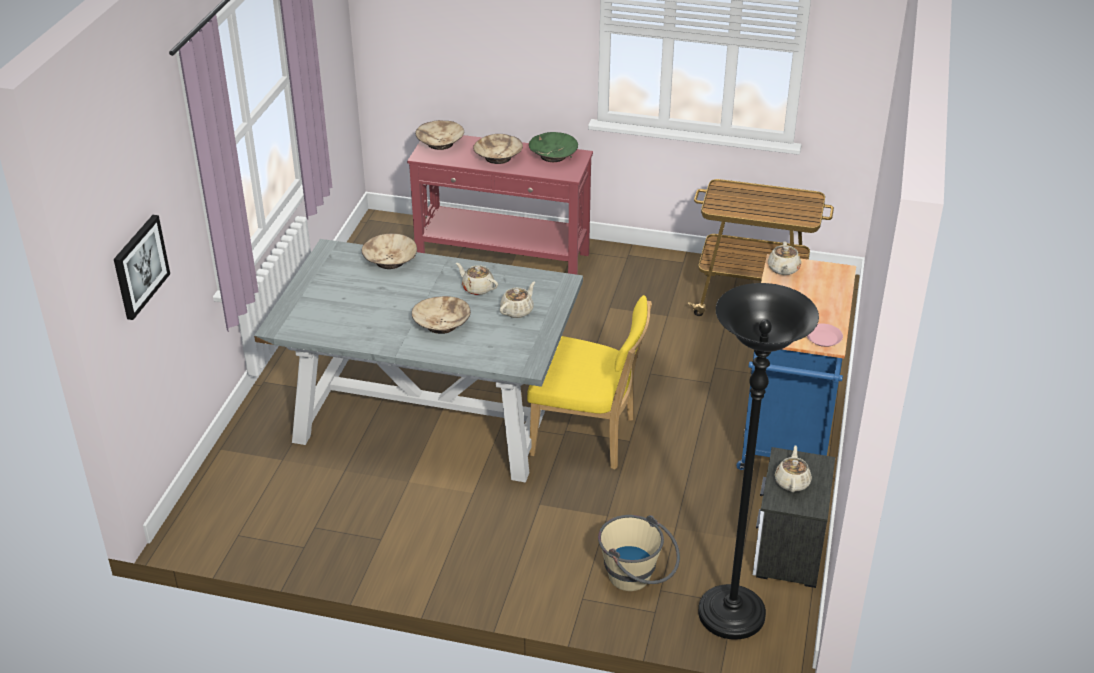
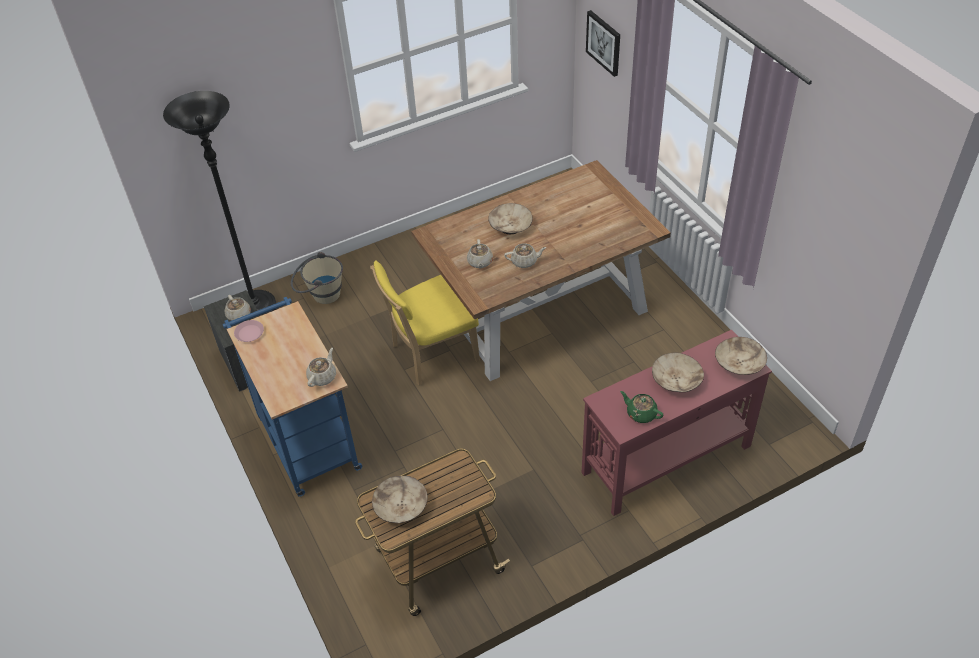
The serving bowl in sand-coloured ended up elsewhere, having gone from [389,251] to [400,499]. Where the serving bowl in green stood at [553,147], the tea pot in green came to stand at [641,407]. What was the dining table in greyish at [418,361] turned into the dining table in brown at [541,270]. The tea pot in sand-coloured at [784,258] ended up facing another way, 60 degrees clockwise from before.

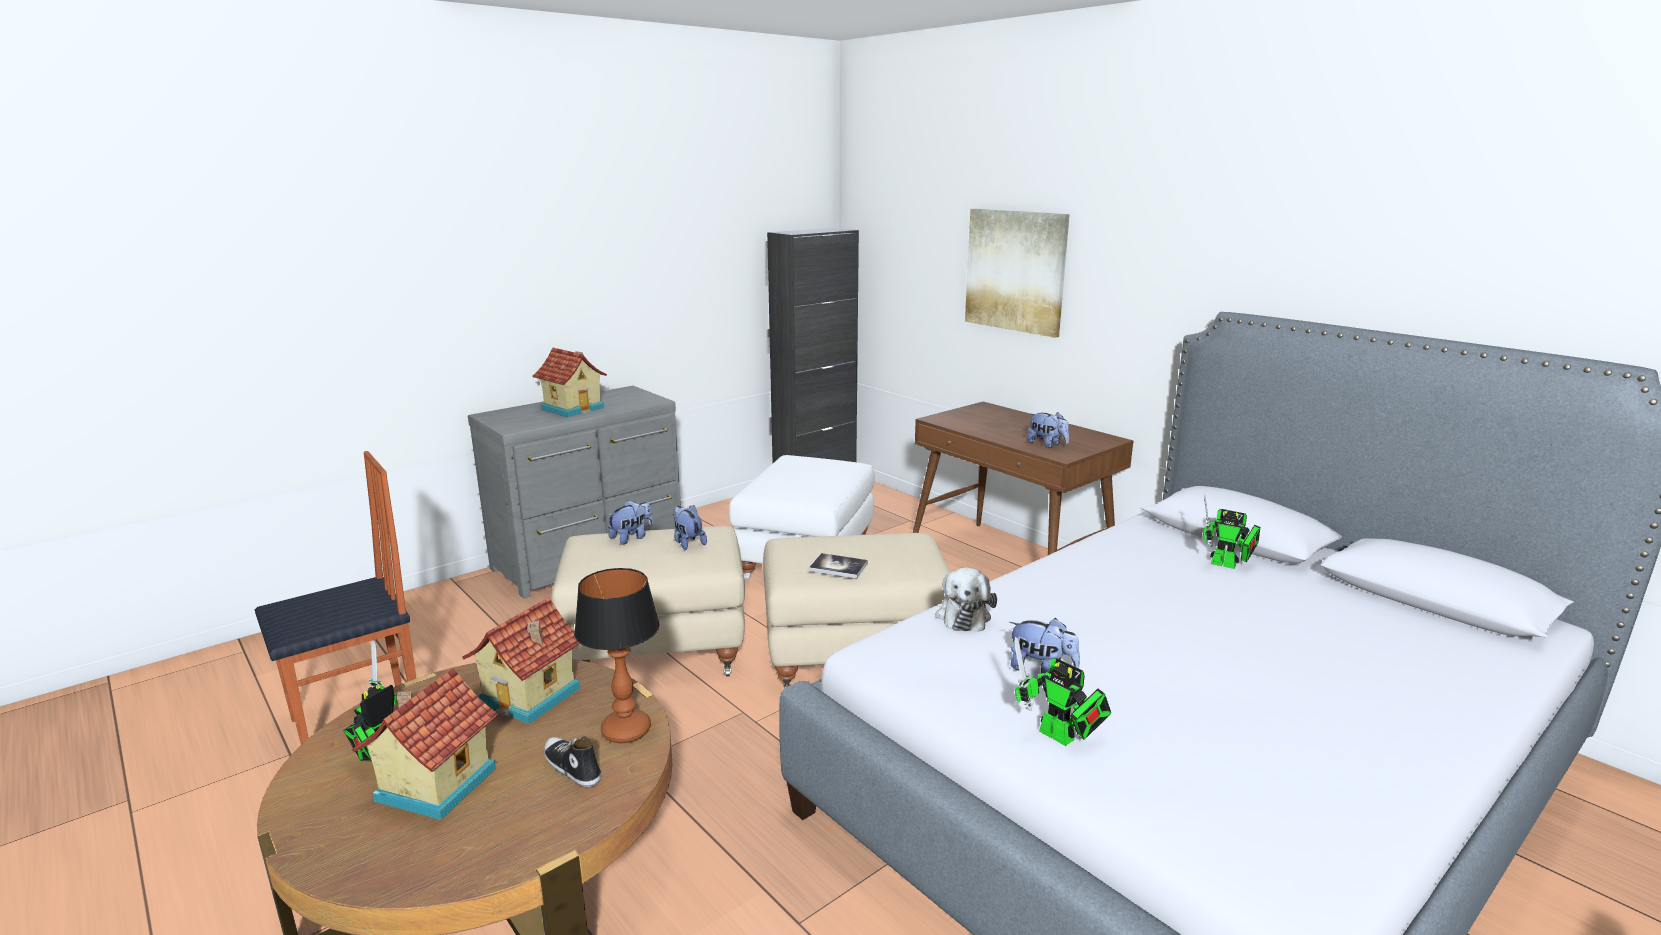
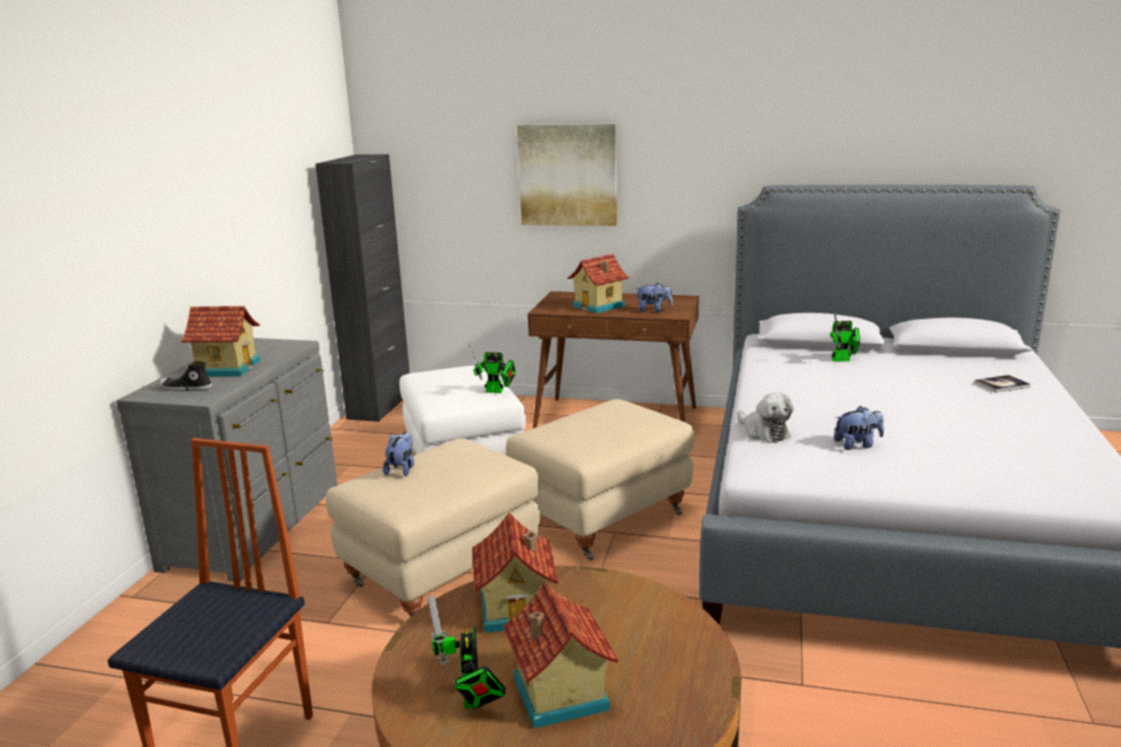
The second view lost the table lamp at [616,655]. The second view lost the plush toy at [690,527]. The second view gained the toy house at [598,283]. The low shoe ended up elsewhere, having gone from [572,761] to [185,376]. The book ended up elsewhere, having gone from [838,566] to [1003,384]. The toy robot ended up elsewhere, having gone from [1062,691] to [492,368].

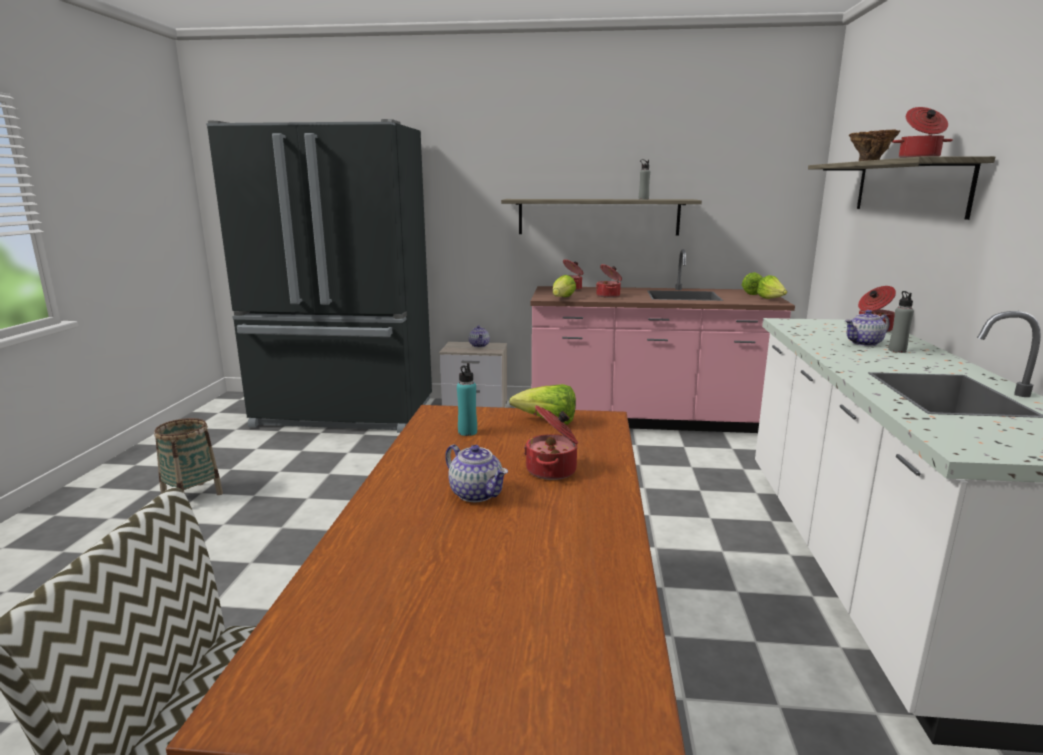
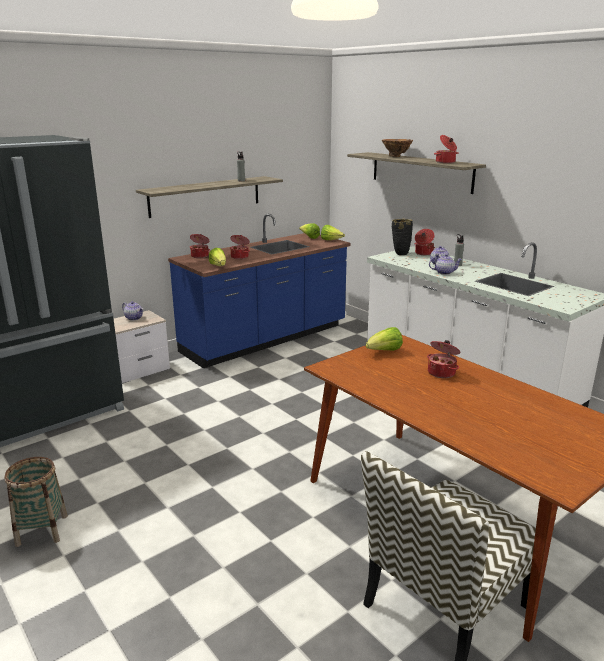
The second view lost the beverage bottle in blue-green at [467,399]. The second view gained the decorative vase in black at [402,237]. The tea pot ended up elsewhere, having gone from [476,473] to [445,264]. What was the kitchen base unit in pinkish at [662,341] turned into the kitchen base unit in blue-coloured at [259,291].

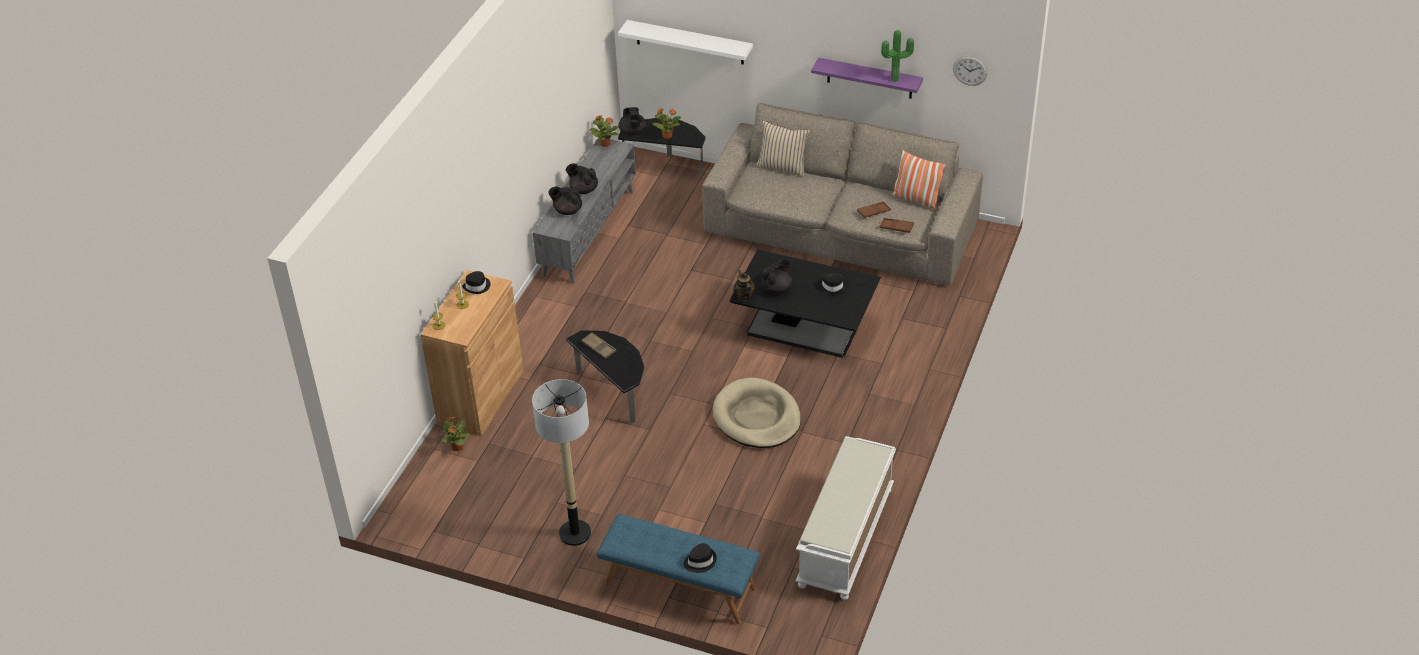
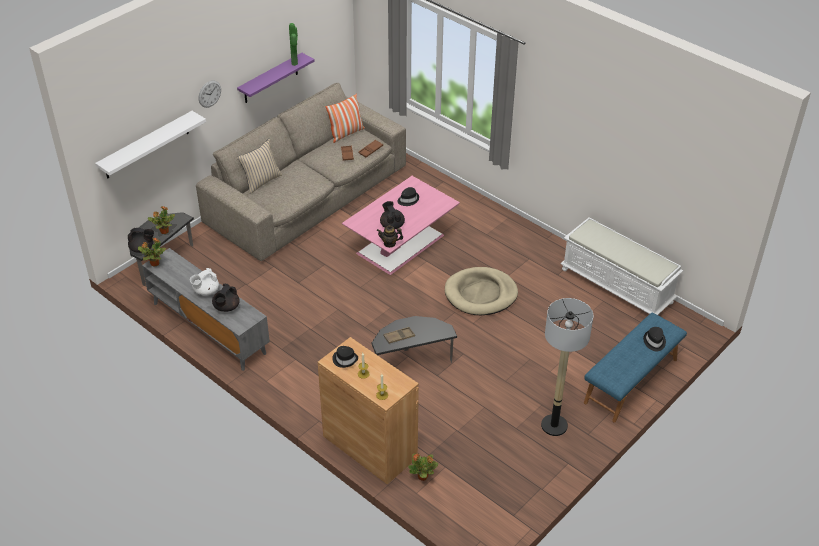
The wall clock ended up elsewhere, having gone from [970,71] to [210,94]. What was the tea pot in black at [582,178] turned into the tea pot in white at [204,282]. What was the lounge table in black at [805,304] turned into the lounge table in pinkish at [401,225].

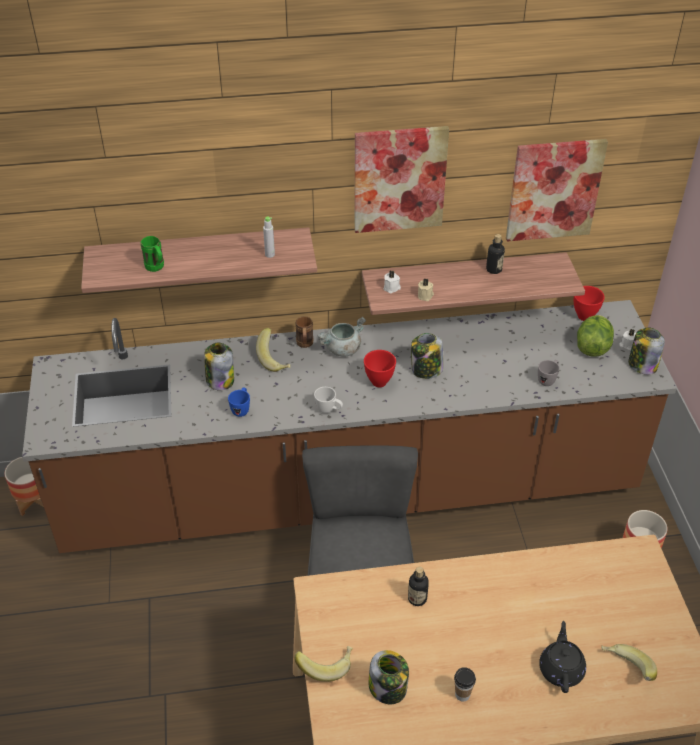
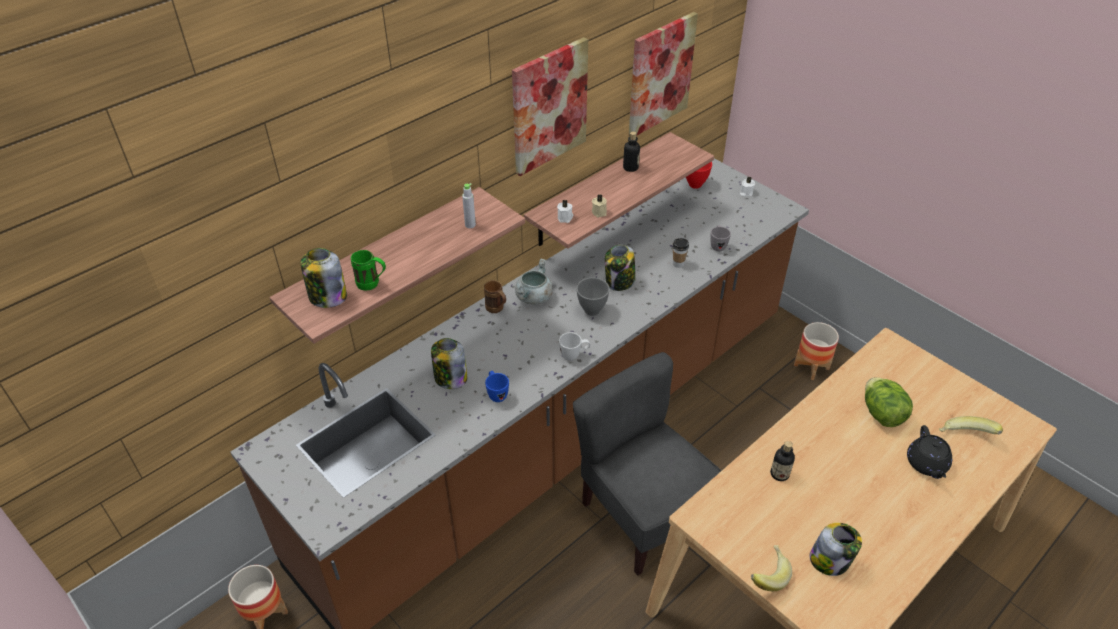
The second view lost the banana fruit at [273,350]. The drinking cup ended up elsewhere, having gone from [465,684] to [681,253]. The lettuce head ended up elsewhere, having gone from [595,336] to [889,402]. The jar ended up elsewhere, having gone from [646,351] to [323,278]. What was the serving bowl in red-coloured at [380,368] turned into the serving bowl in greyish at [593,296]. The tea pot in black at [562,657] ended up facing another way, 150 degrees counterclockwise from before.

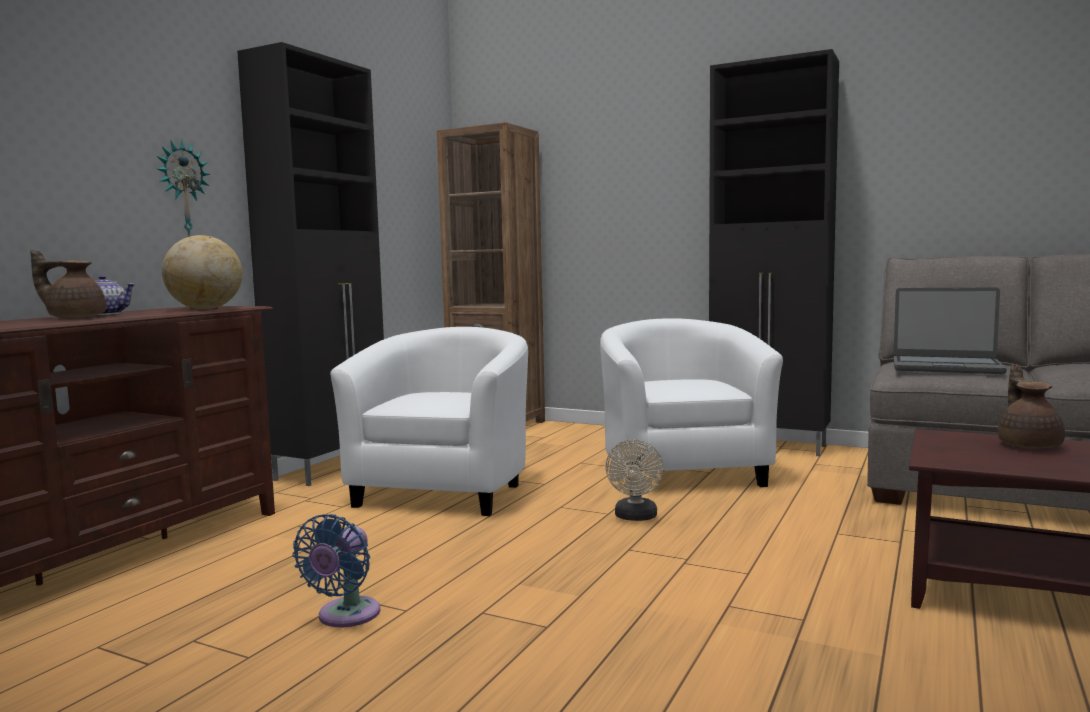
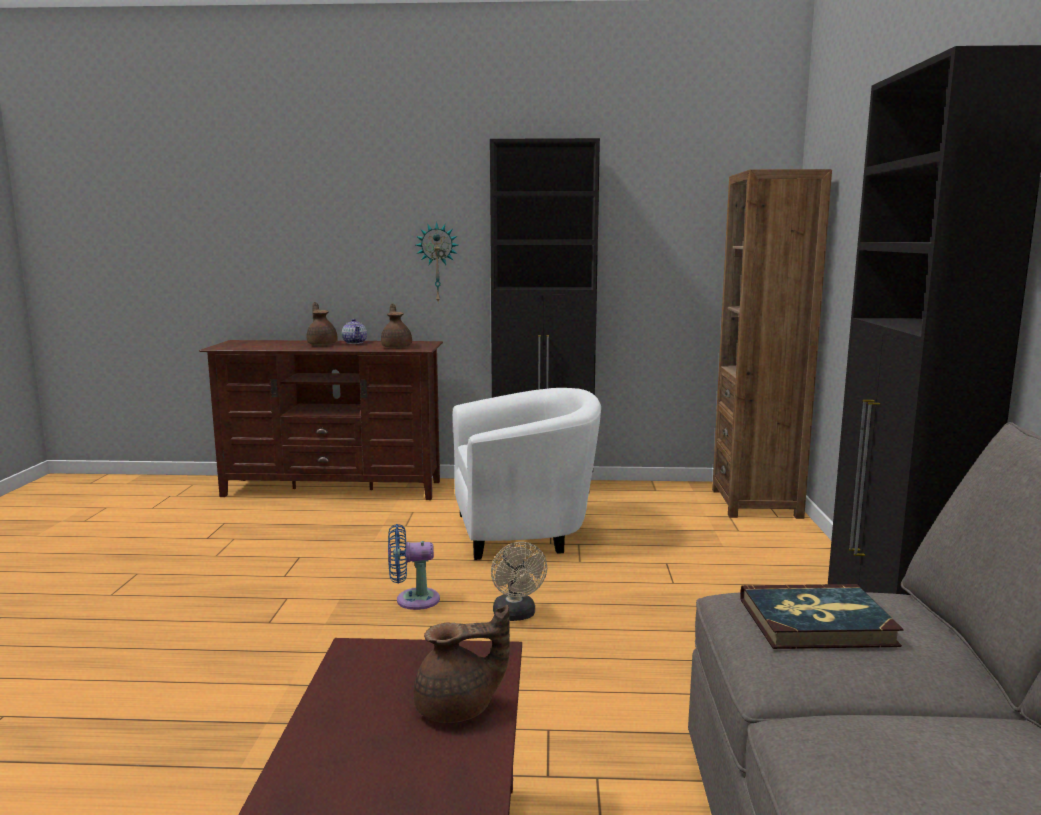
The second view lost the lounge chair in white at [691,402]. The electric fan in blue-coloured ended up elsewhere, having gone from [336,570] to [414,567]. Where the desk globe stood at [202,272], the tea pot in brown came to stand at [396,325]. Where the portable computer stood at [950,330], the book came to stand at [822,616]. The electric fan in sand-coloured at [634,480] ended up facing another way, 90 degrees counterclockwise from before.

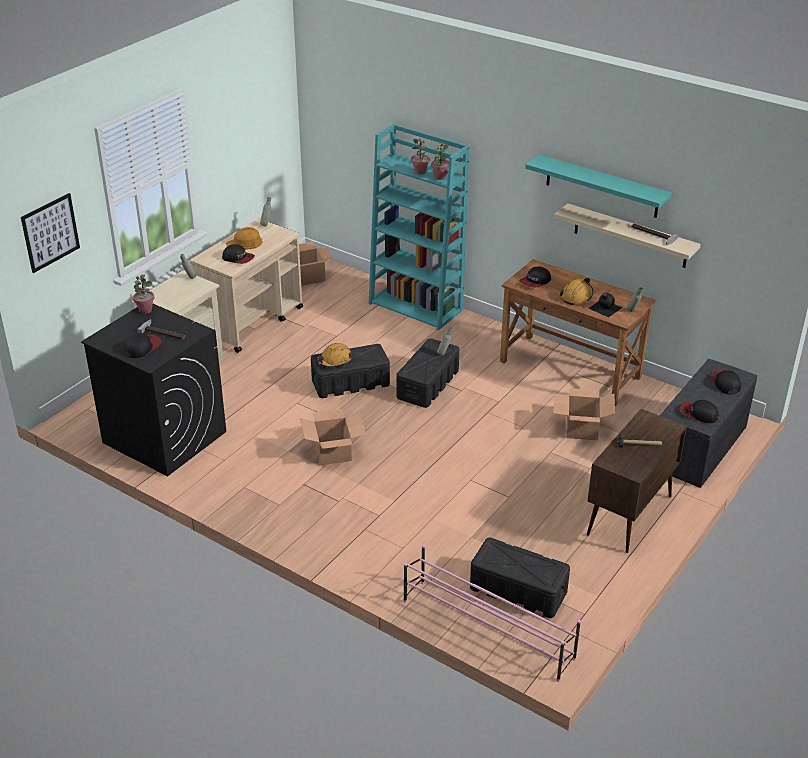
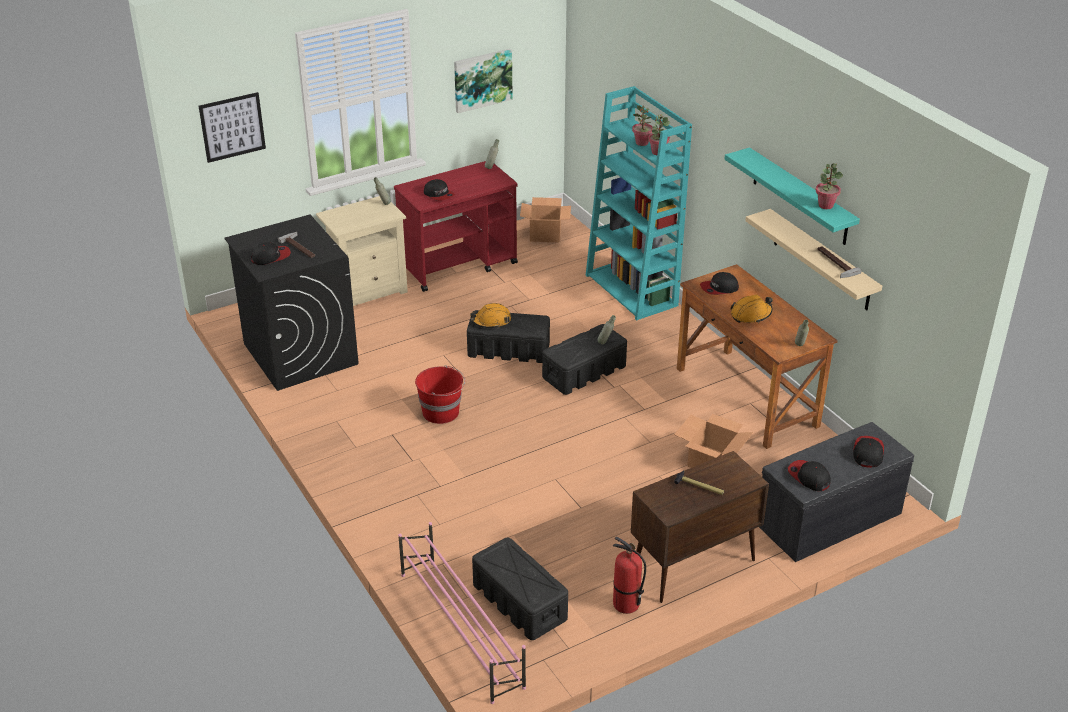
The second view lost the safety helmet in orangey at [244,238]. The second view lost the beverage bottle in black at [605,304]. The second view gained the wall art at [483,81]. The second view gained the fire extinguisher at [629,575]. The plant in a pot ended up elsewhere, having gone from [144,294] to [829,186]. Where the cardboard box stood at [333,437], the bucket in red-coloured came to stand at [440,394]. What was the trolley in sand-coloured at [246,286] turned into the trolley in red-coloured at [456,226].

